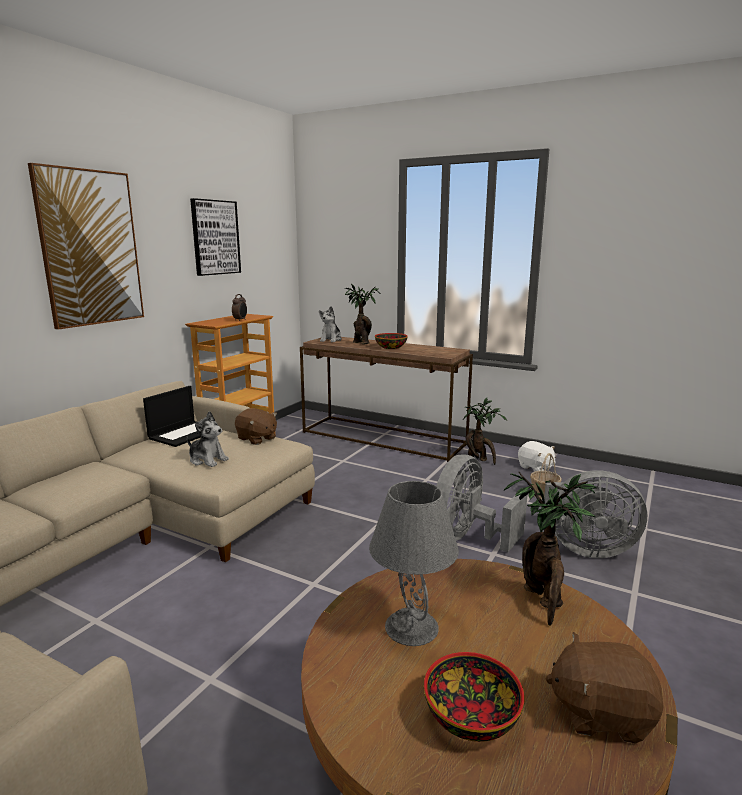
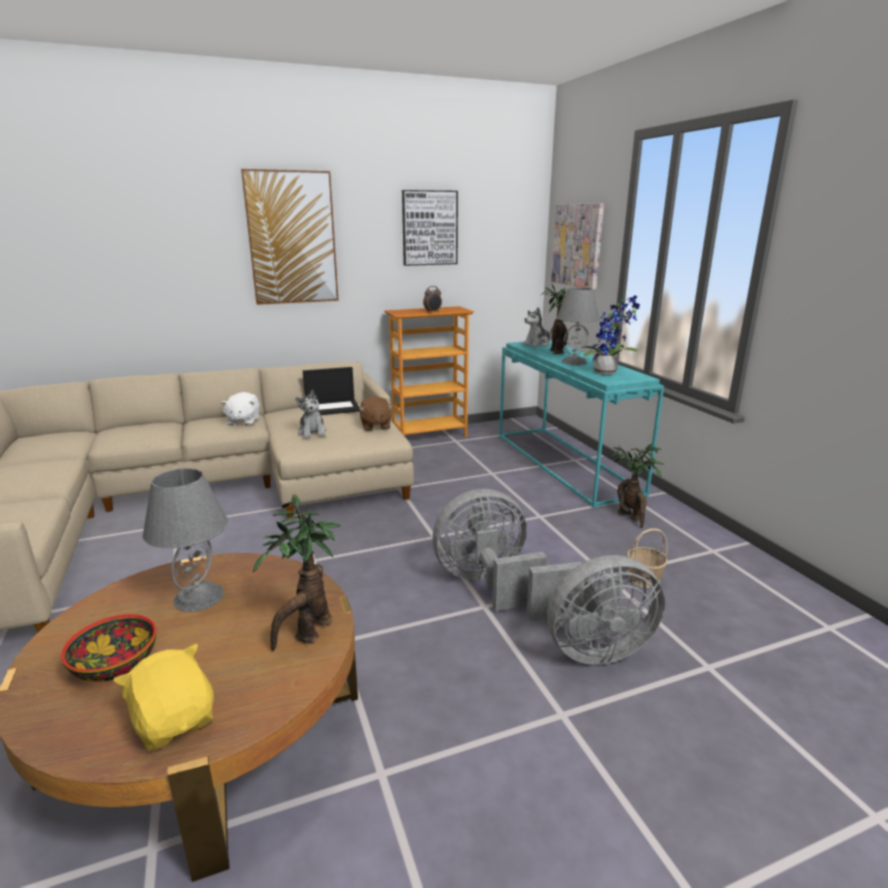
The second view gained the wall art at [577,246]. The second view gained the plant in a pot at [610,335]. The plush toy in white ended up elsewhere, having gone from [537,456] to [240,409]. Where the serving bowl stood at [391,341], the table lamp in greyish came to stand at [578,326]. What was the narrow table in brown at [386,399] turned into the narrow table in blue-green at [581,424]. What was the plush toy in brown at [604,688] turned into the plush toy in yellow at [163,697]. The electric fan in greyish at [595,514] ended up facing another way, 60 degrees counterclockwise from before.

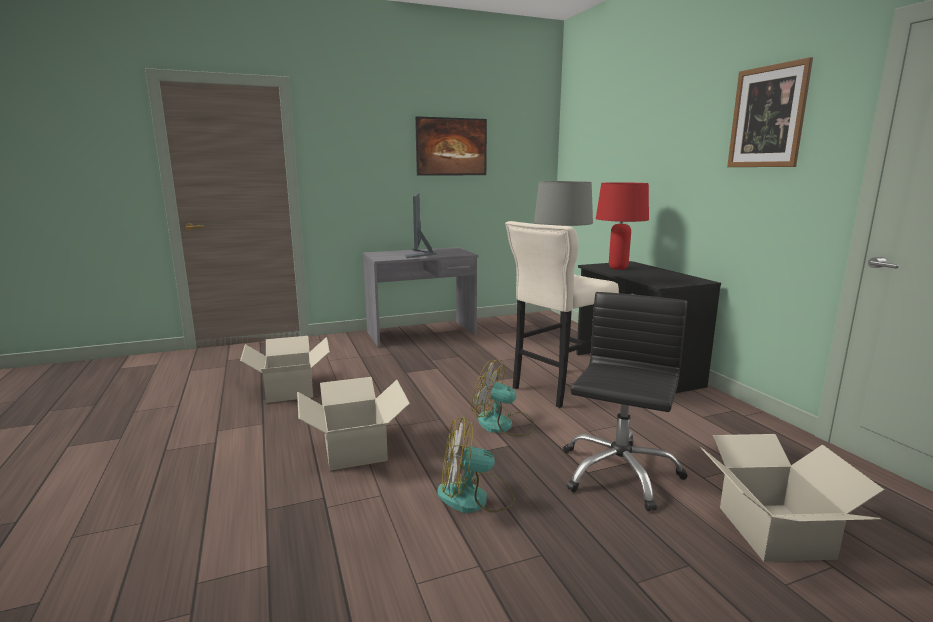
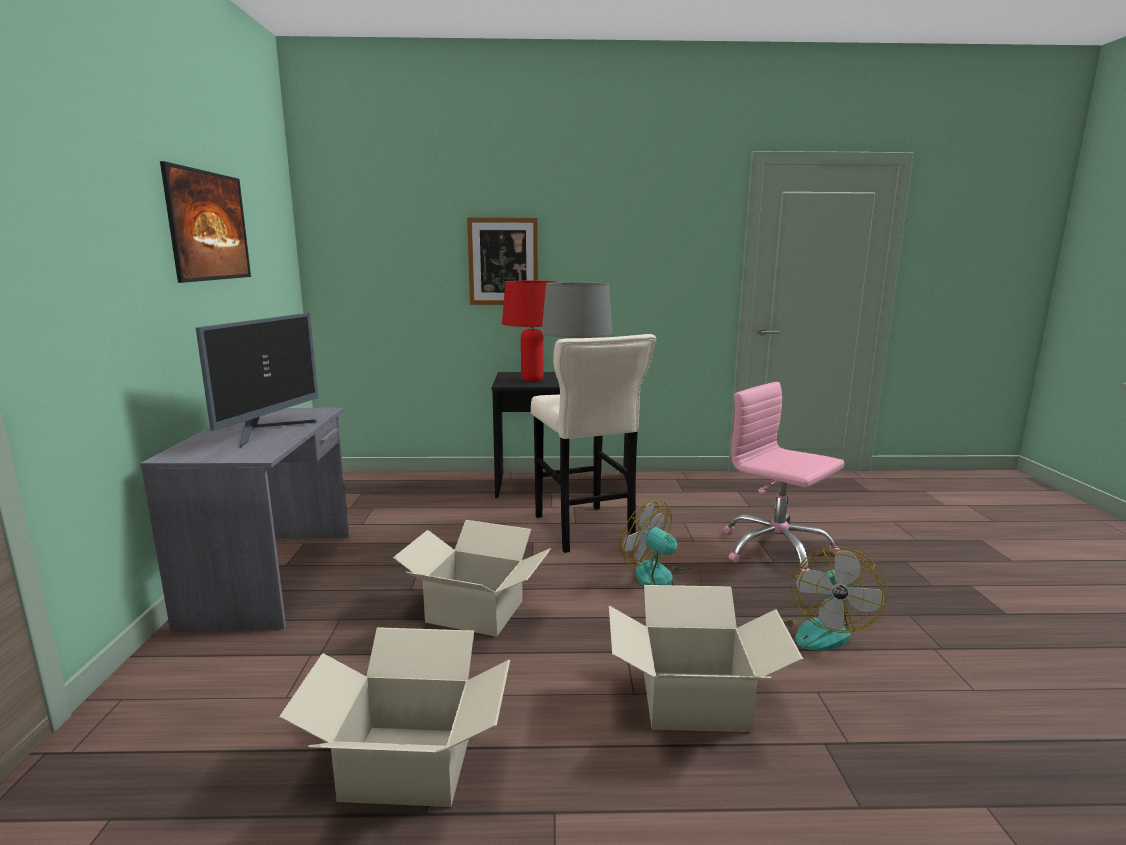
The cardboard box ended up elsewhere, having gone from [792,498] to [472,578]. The wall art ended up elsewhere, having gone from [770,112] to [502,261]. What was the desk chair in black at [625,401] turned into the desk chair in pinkish at [783,478]. The computer screen at [420,225] ended up facing another way, 90 degrees counterclockwise from before. The electric fan at [502,397] ended up facing another way, 90 degrees clockwise from before.

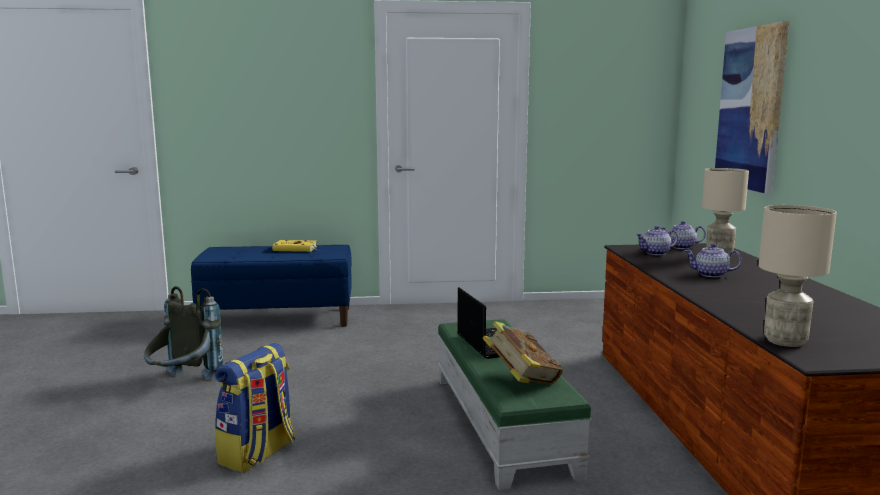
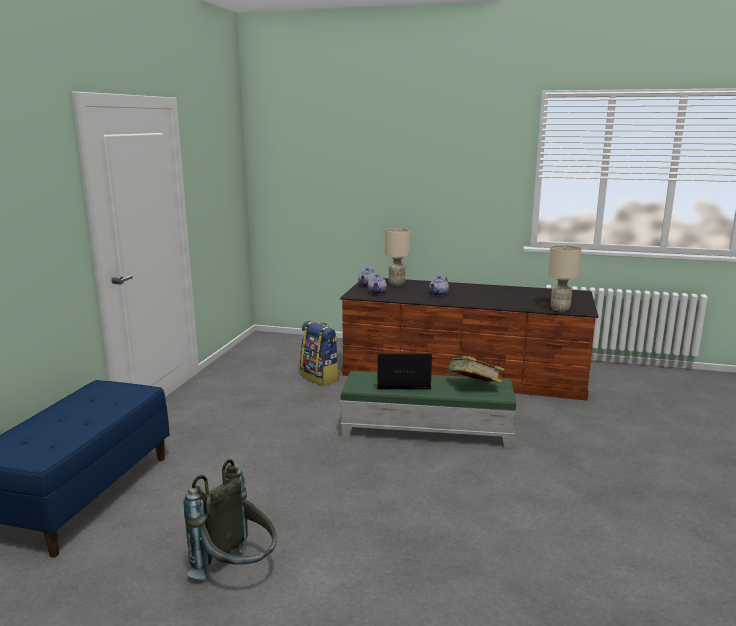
The second view lost the book in yellow at [296,246]. The second view lost the wall art at [752,107]. The backpack ended up elsewhere, having gone from [255,408] to [320,353].

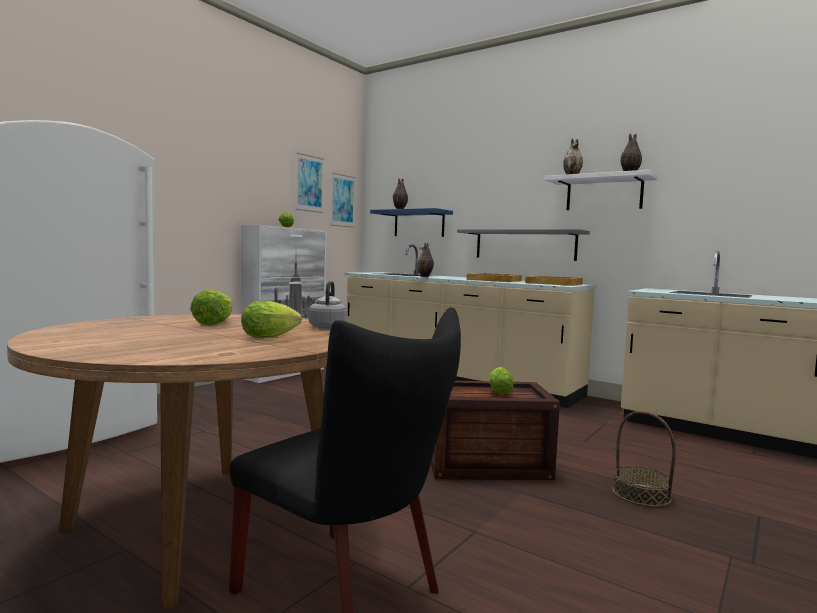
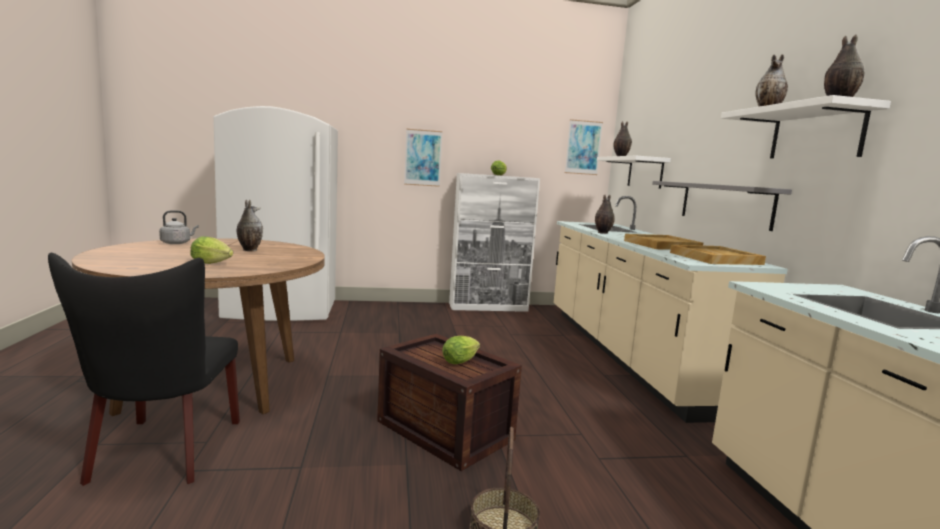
The wall art ended up elsewhere, having gone from [310,183] to [423,158]. The kettle in greyish ended up elsewhere, having gone from [328,305] to [179,227]. Where the lettuce head stood at [211,307], the decorative vase came to stand at [250,225]. What was the bracket shelf in blue-coloured at [411,222] turned into the bracket shelf in white at [634,172].

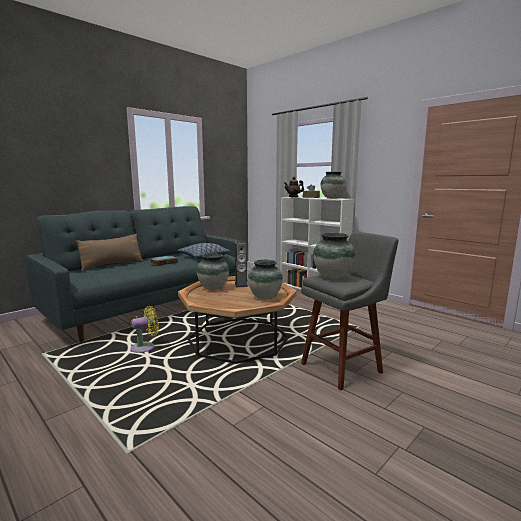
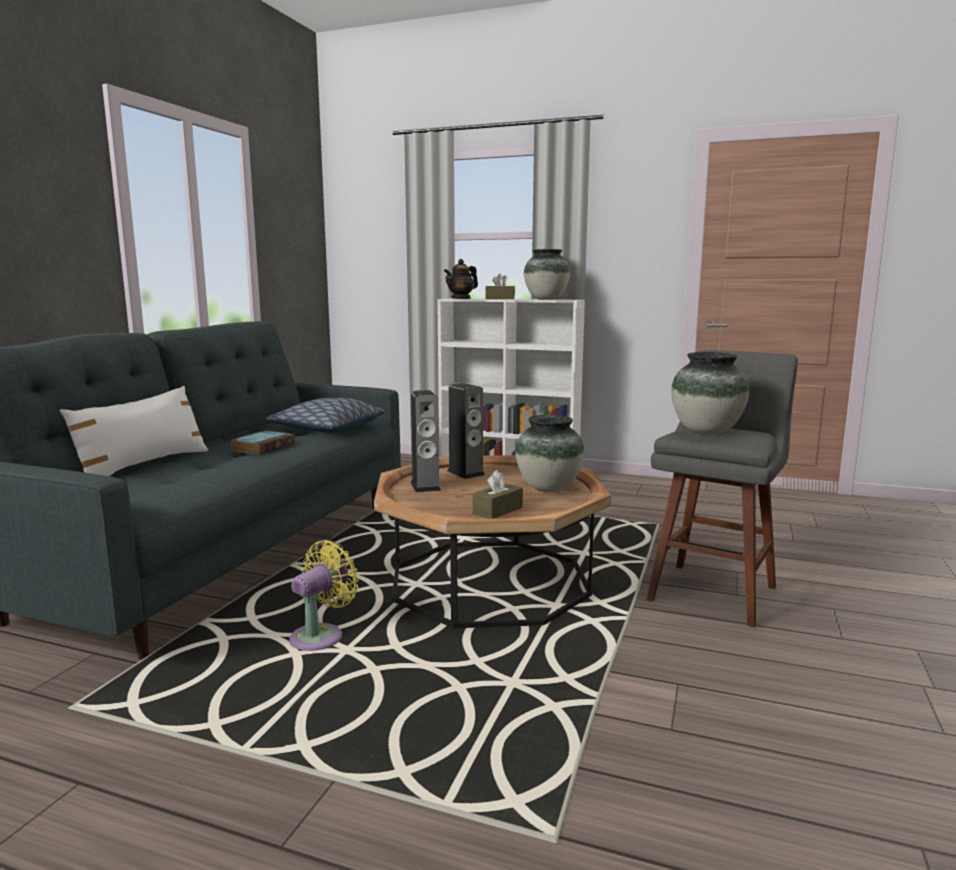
The second view gained the tissue holder in brown at [497,494]. Where the decorative vase stood at [213,271], the audio speaker came to stand at [426,441]. What was the pillow in brown at [110,253] turned into the pillow in white at [134,431].

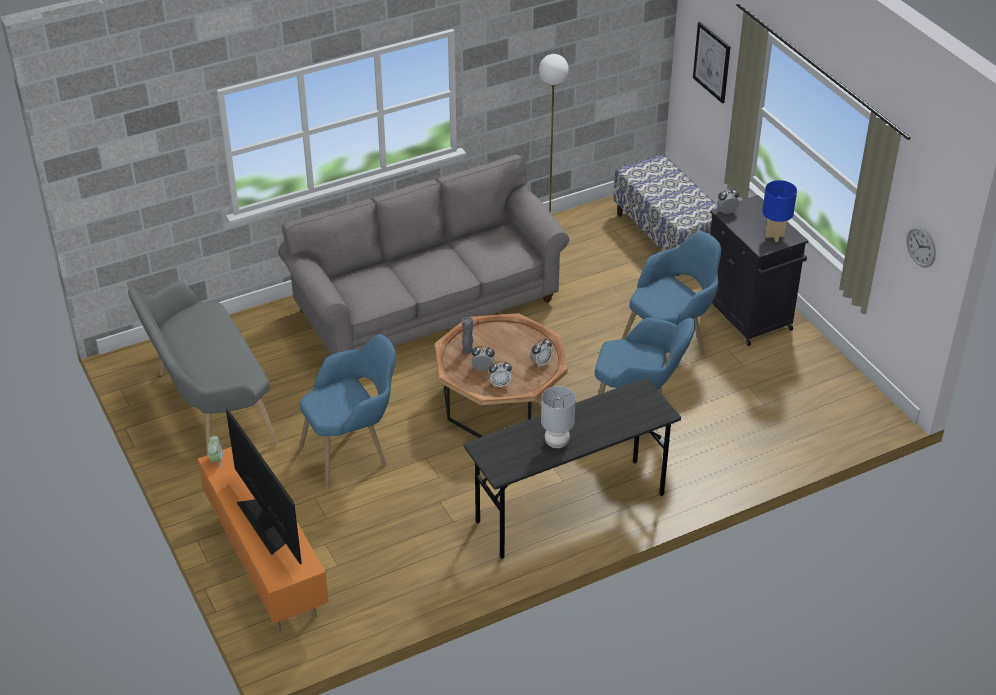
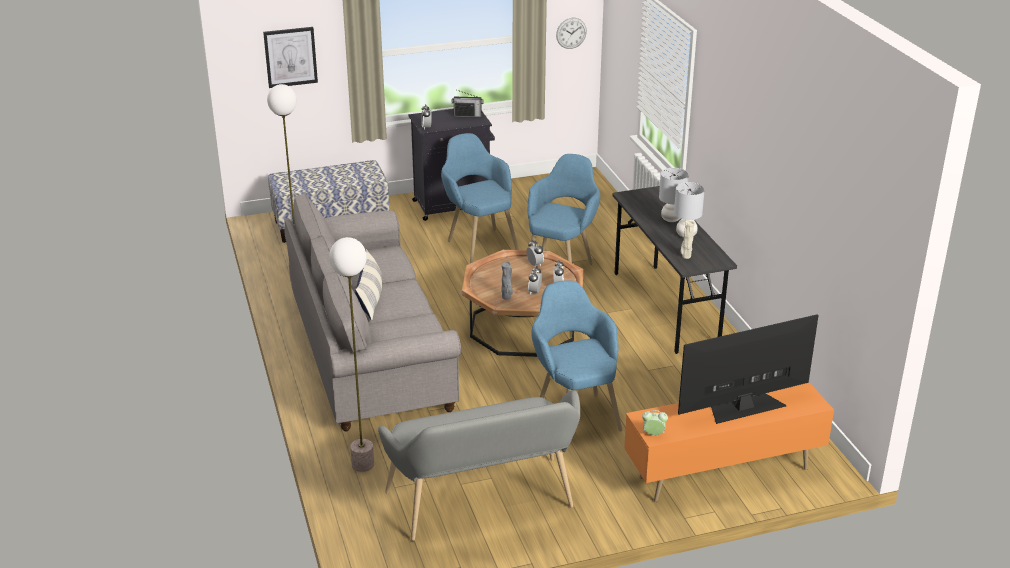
The second view gained the standing lamp at [351,354]. The second view gained the pillow at [368,285]. The second view gained the table lamp in greyish at [674,195]. The second view gained the decorative vase in sand-coloured at [687,239]. Where the table lamp in blue-coloured stood at [779,211], the radio came to stand at [467,103].

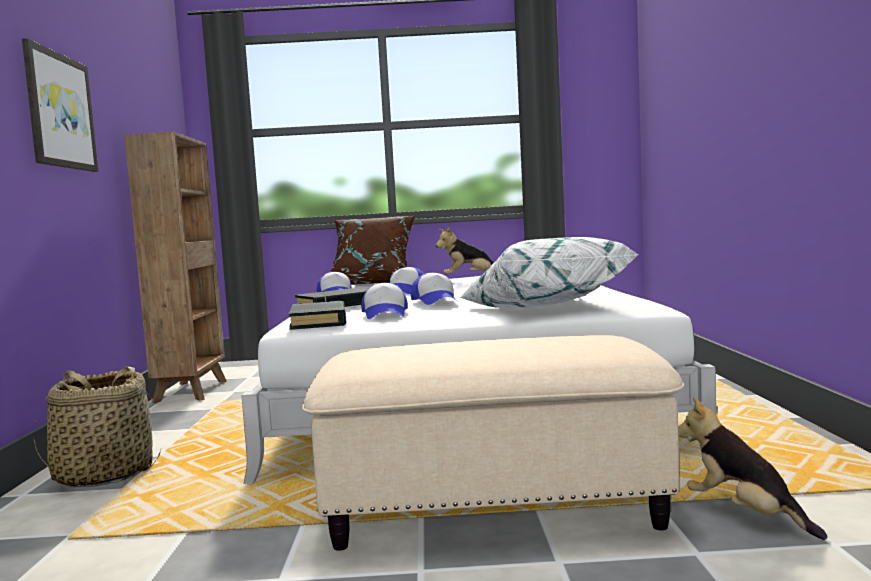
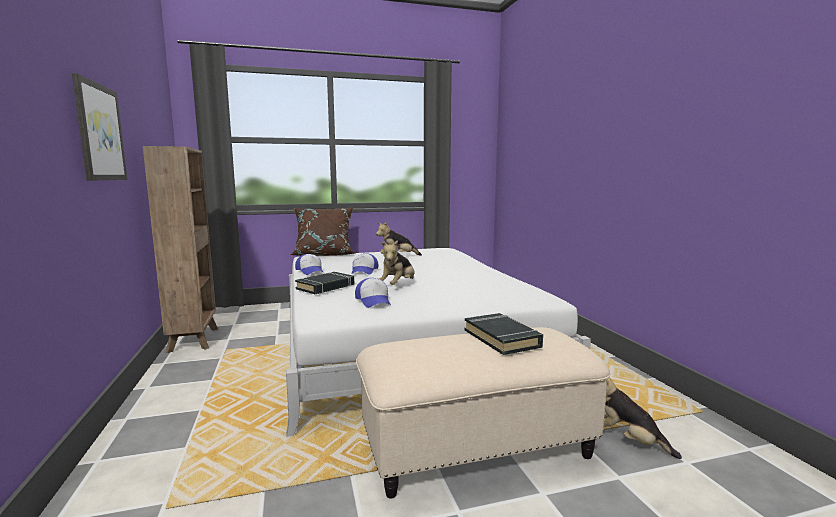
The second view lost the basket at [97,426]. The second view lost the pillow in white at [549,272]. The book in black ended up elsewhere, having gone from [318,315] to [504,334]. Where the cap stood at [434,289], the plush toy came to stand at [397,262].

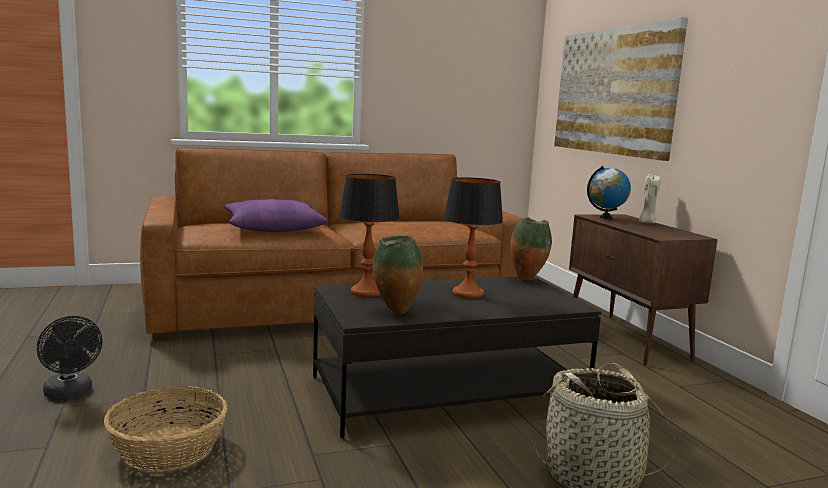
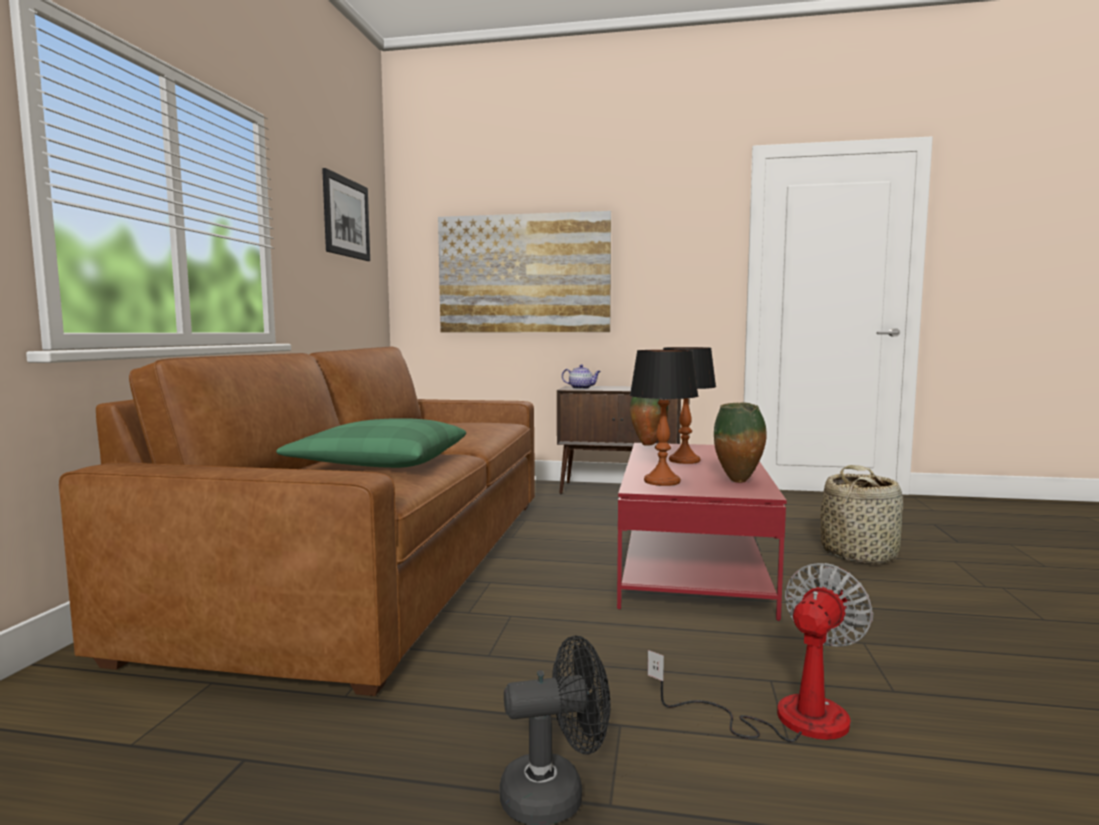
The second view lost the wax light in sand-coloured at [650,198]. The second view gained the wall art at [346,214]. Where the basket stood at [165,429], the electric fan came to stand at [760,652]. Where the desk globe stood at [609,192], the tea pot came to stand at [581,376]. What was the pillow in purple at [276,215] turned into the pillow in green at [371,443]. What was the lounge table in black at [457,358] turned into the lounge table in red-coloured at [702,532].

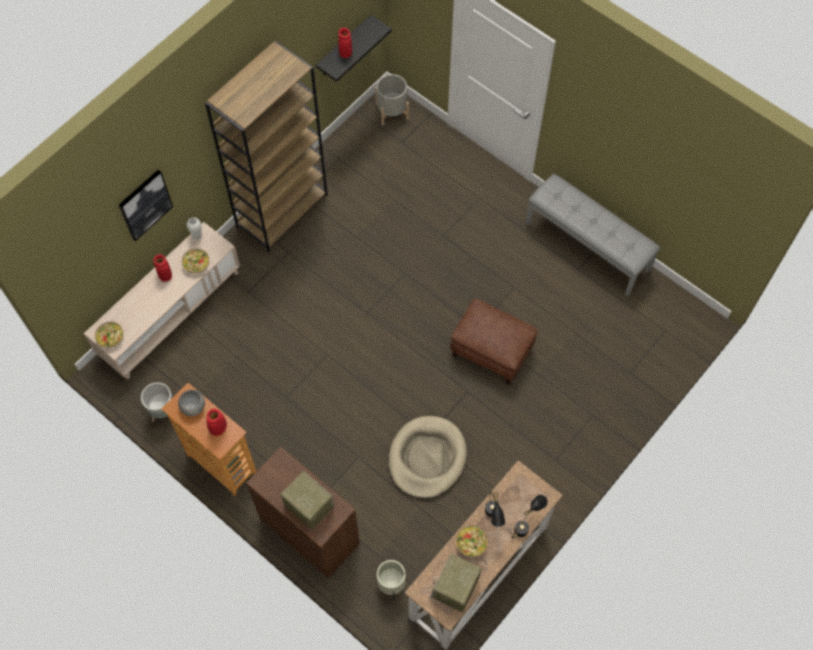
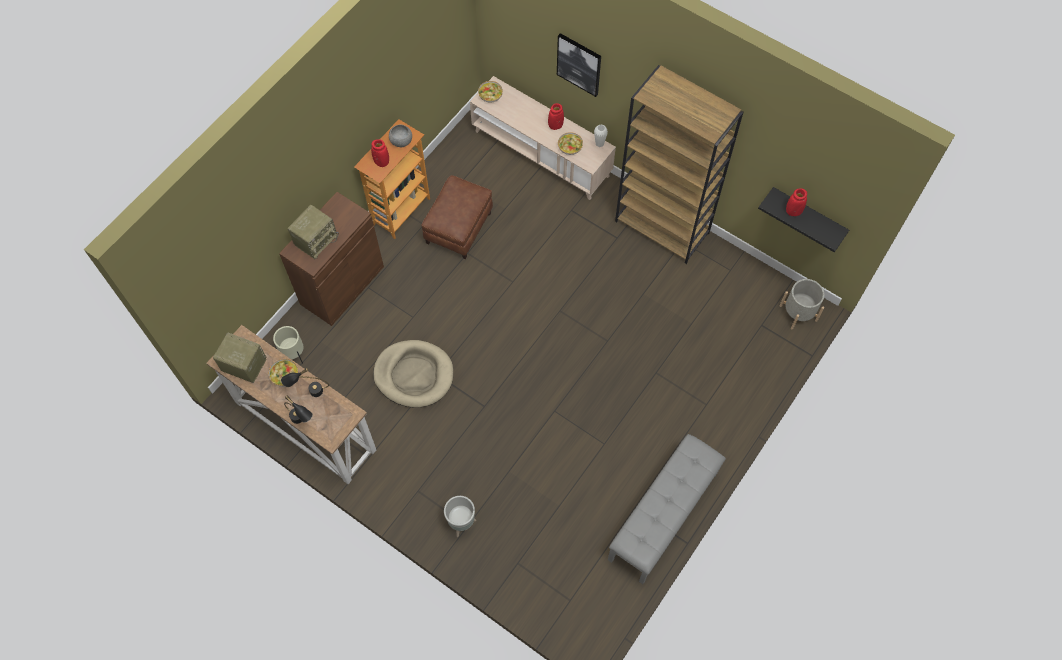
The flower pot in greyish ended up elsewhere, having gone from [156,402] to [460,516]. The pouffe in brown ended up elsewhere, having gone from [494,341] to [457,217].

